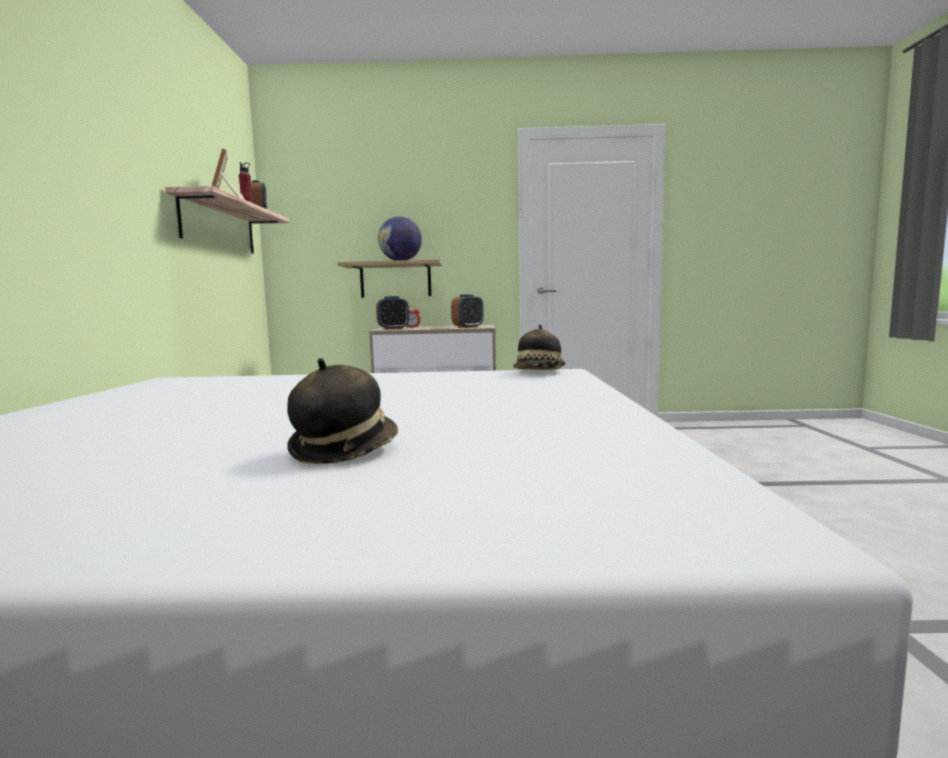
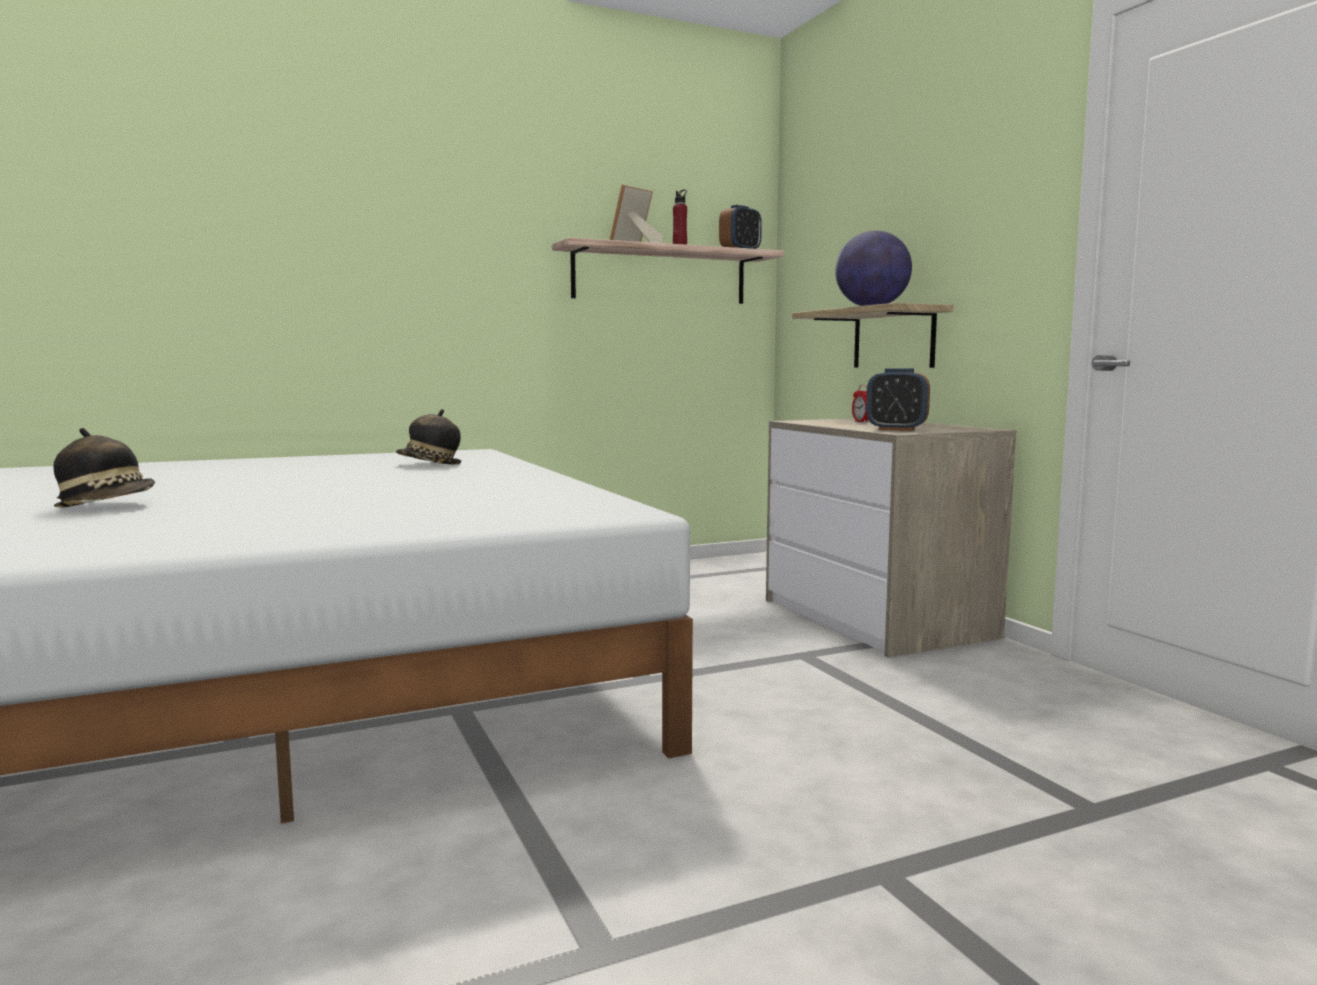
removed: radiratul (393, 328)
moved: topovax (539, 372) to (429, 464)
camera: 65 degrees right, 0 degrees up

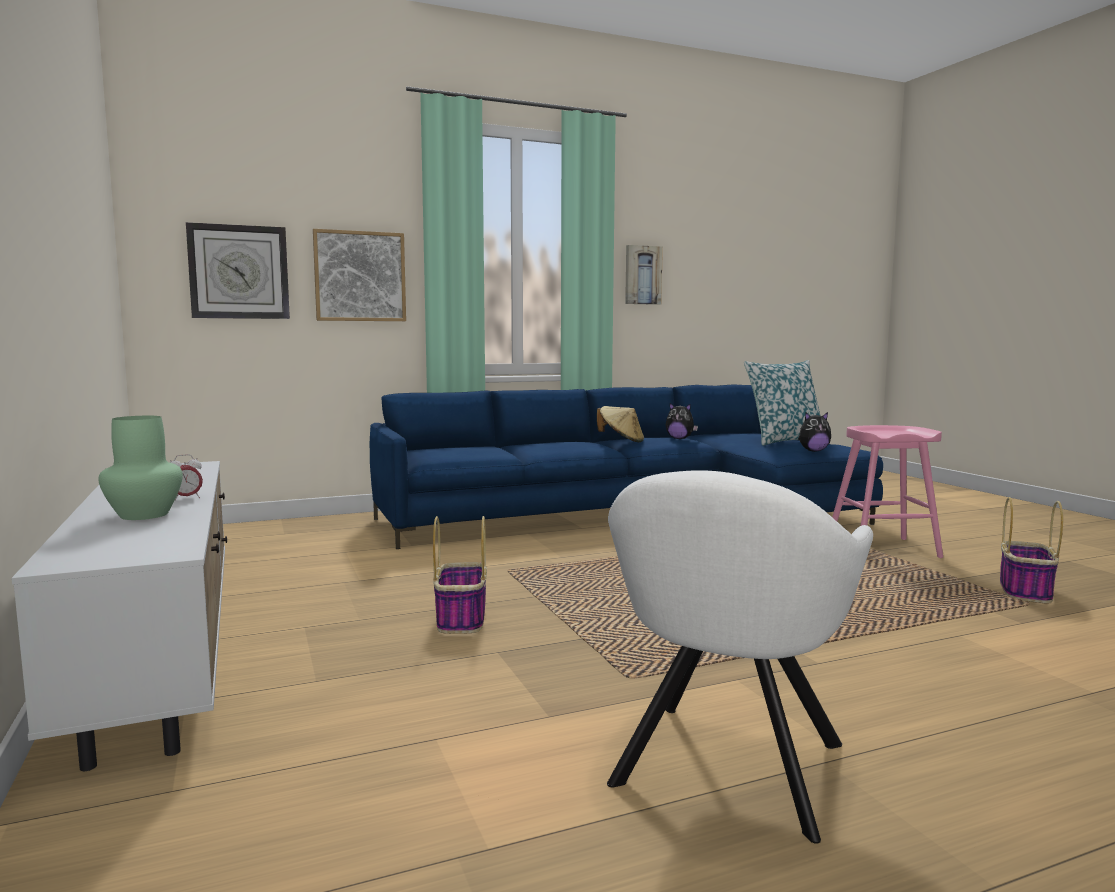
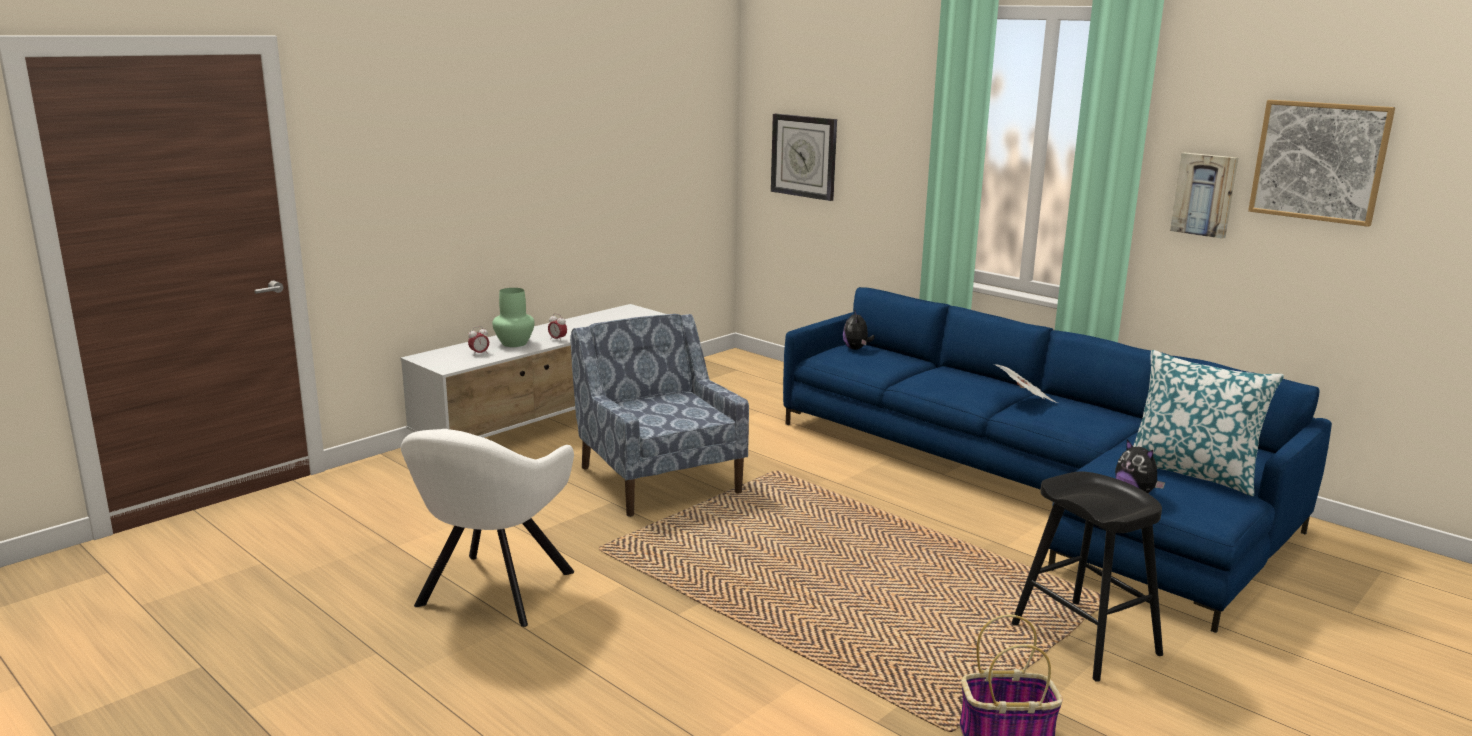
added: radiratul (479, 354)
moved: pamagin (360, 276) to (1319, 161); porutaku (679, 439) to (856, 349)
replaced: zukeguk (461, 618) to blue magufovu (659, 479); beige topovax (621, 440) to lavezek (1024, 399)
recoloured: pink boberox (882, 549) to black boberox (1084, 639)
turned: white magufovu (725, 771) = (491, 593) 75 degrees counterclockwise
camera: 65 degrees right, 10 degrees up

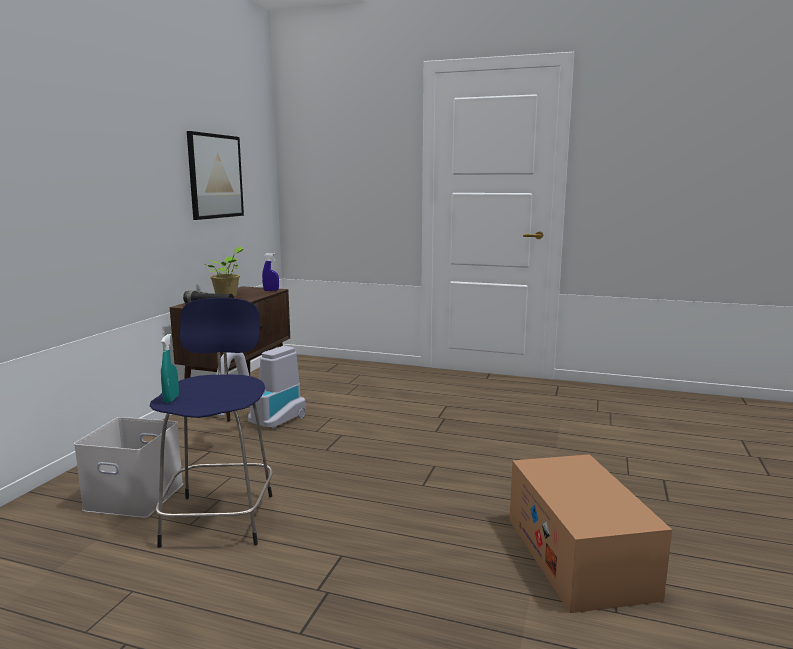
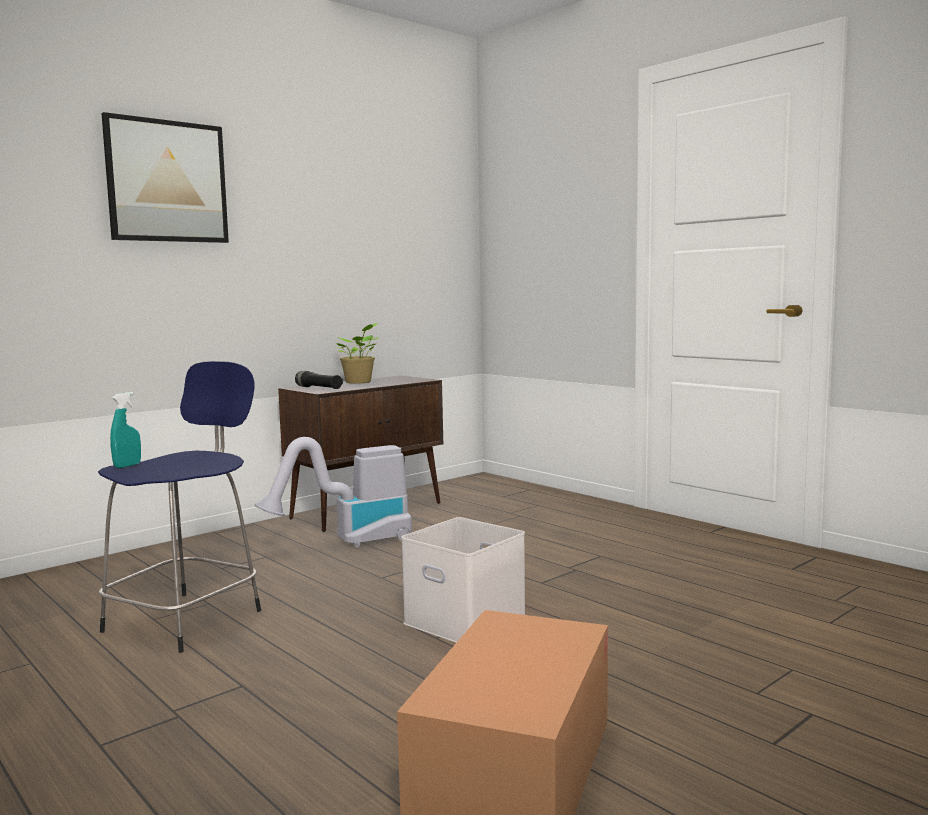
removed: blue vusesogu (271, 290)
moved: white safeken (137, 496) to (467, 620); pamagin (215, 176) to (167, 181)
camera: 30 degrees right, 5 degrees down

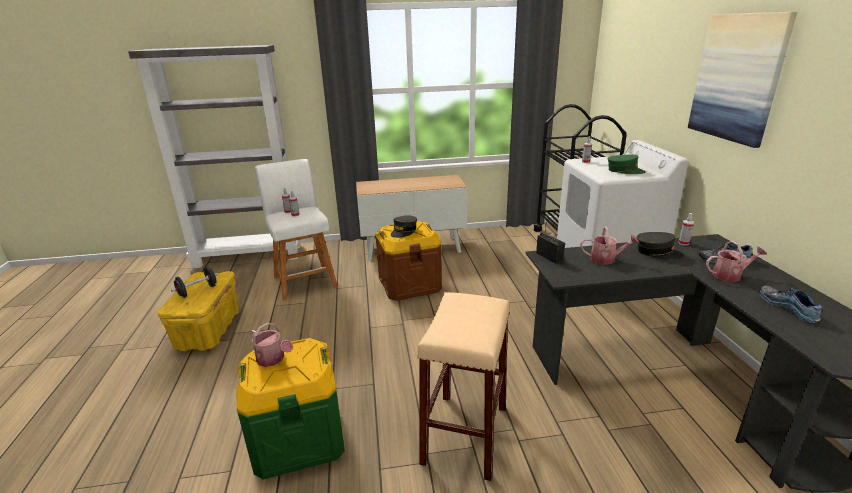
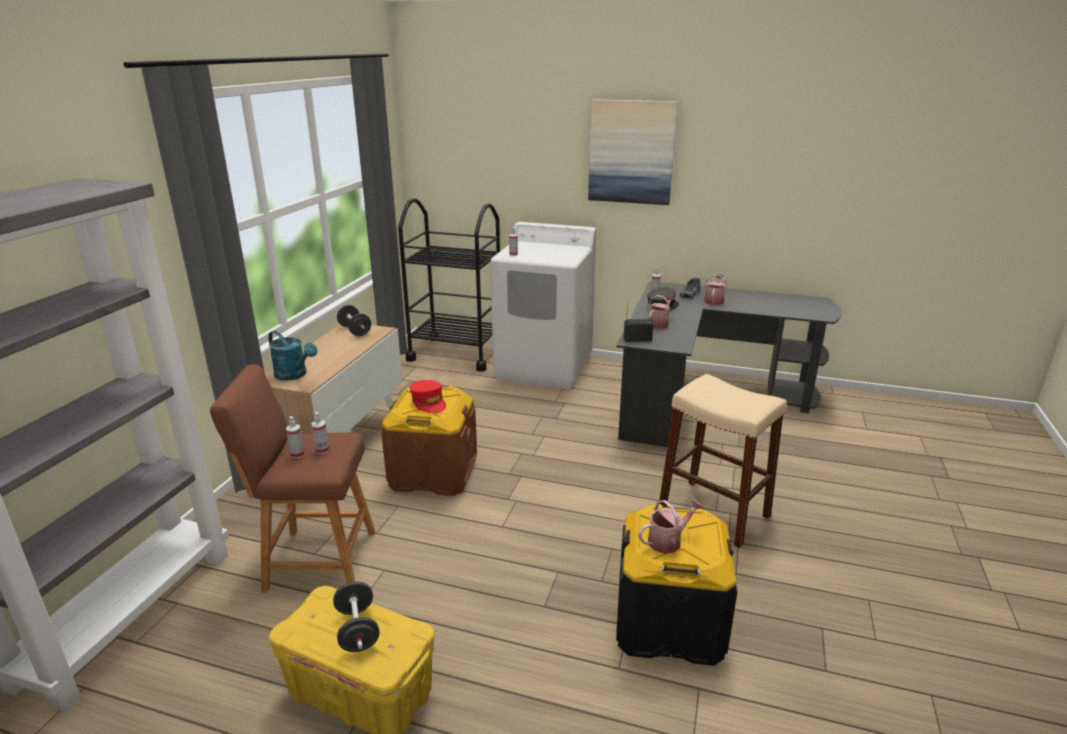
removed: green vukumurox (624, 171); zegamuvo (788, 307)
added: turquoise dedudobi (294, 375); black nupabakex (355, 331)
recoloured: green safeken (298, 437) to black safeken (669, 622); white boberox (304, 280) to brown boberox (315, 560); grey vukumurox (404, 231) to red vukumurox (429, 403)
camera: 65 degrees left, 0 degrees up

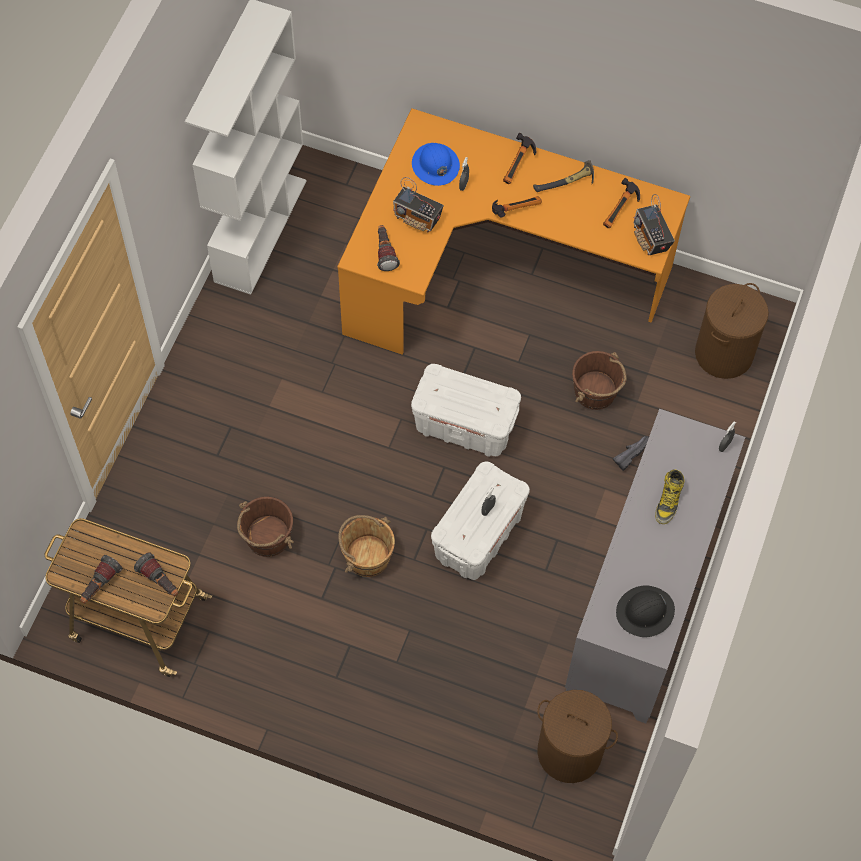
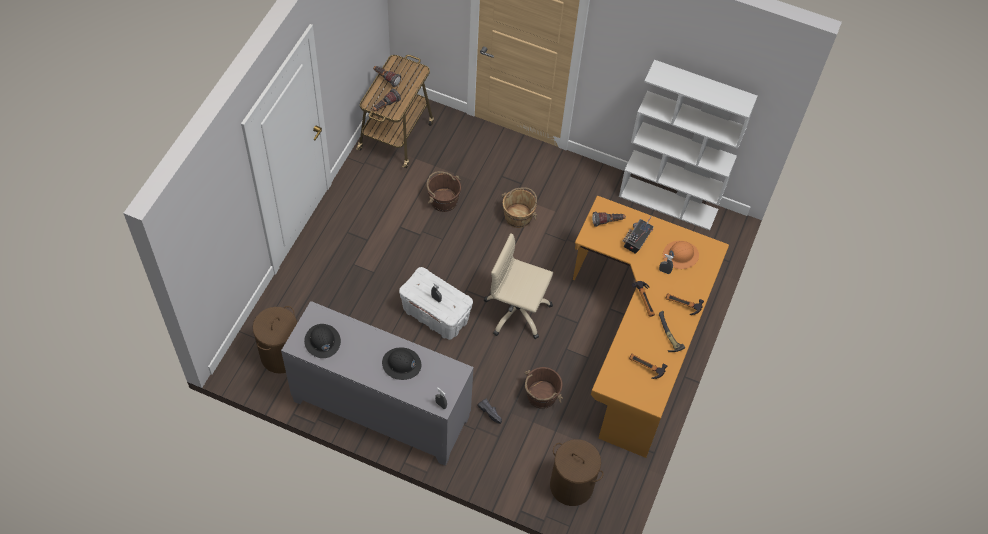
removed: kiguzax (651, 239)
moved: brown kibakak (367, 556) to (518, 216)
replaced: white safeken (463, 426) to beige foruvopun (517, 312); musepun (668, 501) to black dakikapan (401, 364)
recoloured: blue dakikapan (435, 165) to orange dakikapan (680, 255)
camera: 90 degrees right, 5 degrees down

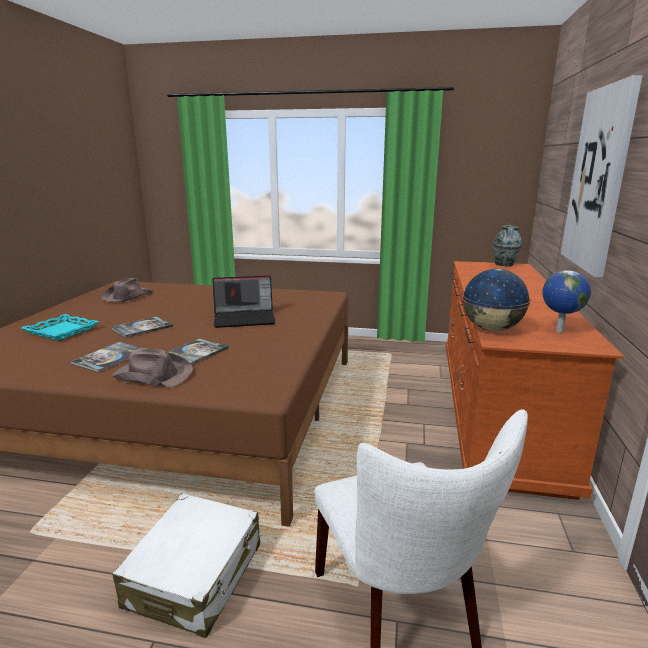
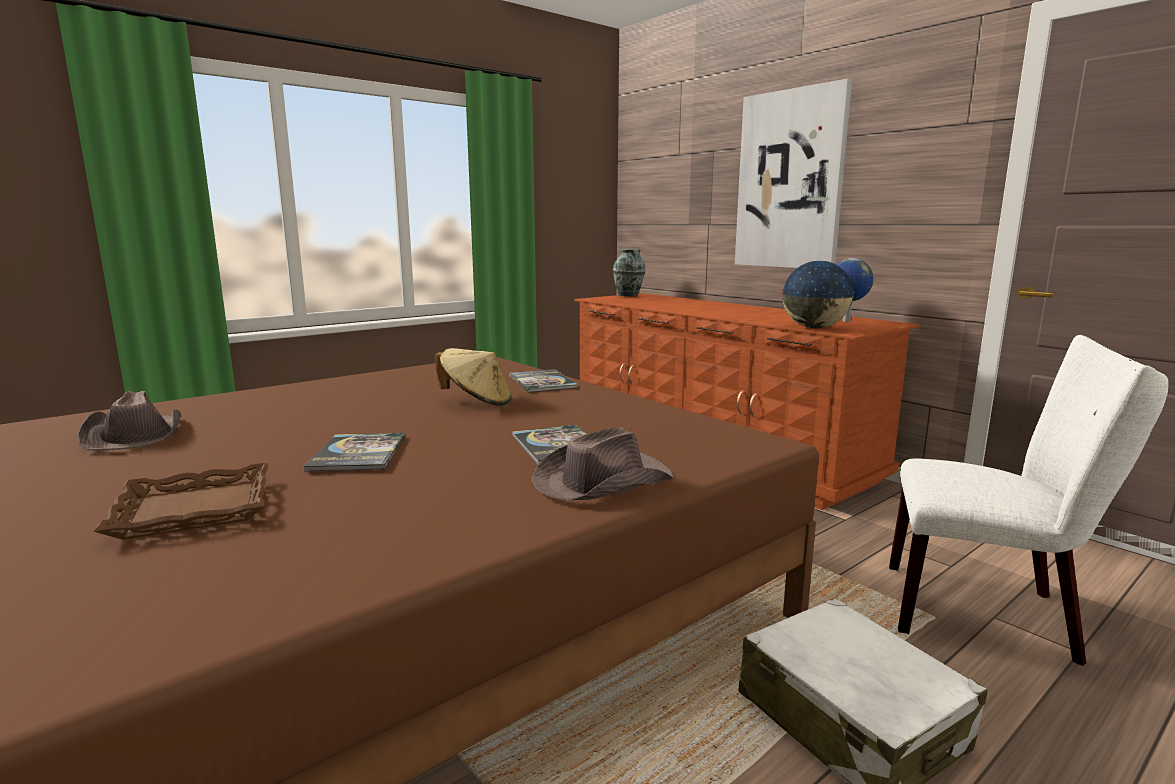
moved: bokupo (110, 357) to (542, 382)
replaced: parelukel (245, 318) to beige topovax (477, 402)
recoloured: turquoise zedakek (62, 331) to brown zedakek (194, 509)
camera: 50 degrees left, 5 degrees down

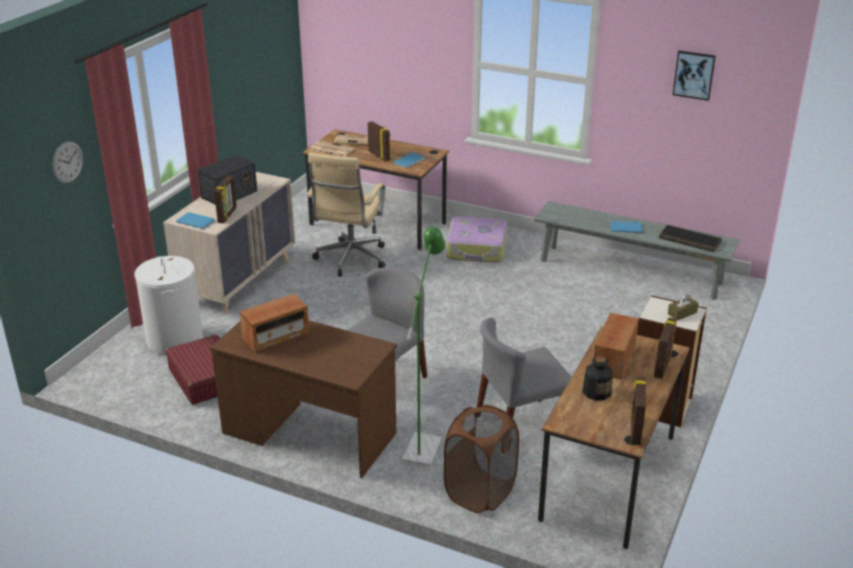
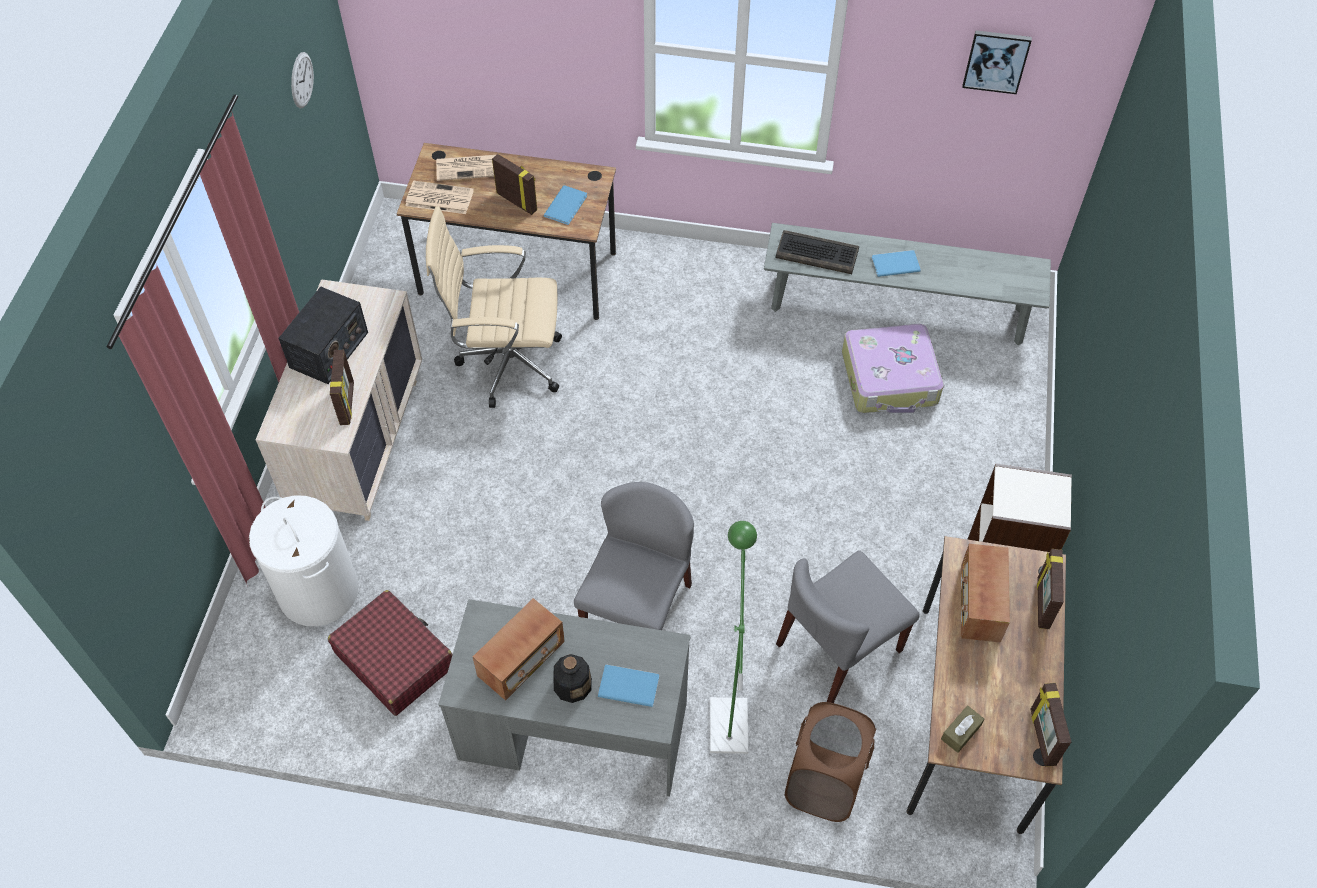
moved: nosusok (67, 162) to (301, 80); blue bokupo (195, 221) to (627, 684); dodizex (477, 249) to (890, 378); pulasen (596, 392) to (572, 684); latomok (690, 240) to (818, 253); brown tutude (682, 313) to (961, 732)
recoloured: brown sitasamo (309, 433) to grey sitasamo (573, 731)
turned: beige foruvopun (350, 260) = (506, 364) 90 degrees clockwise
camera: 15 degrees left, 25 degrees up

